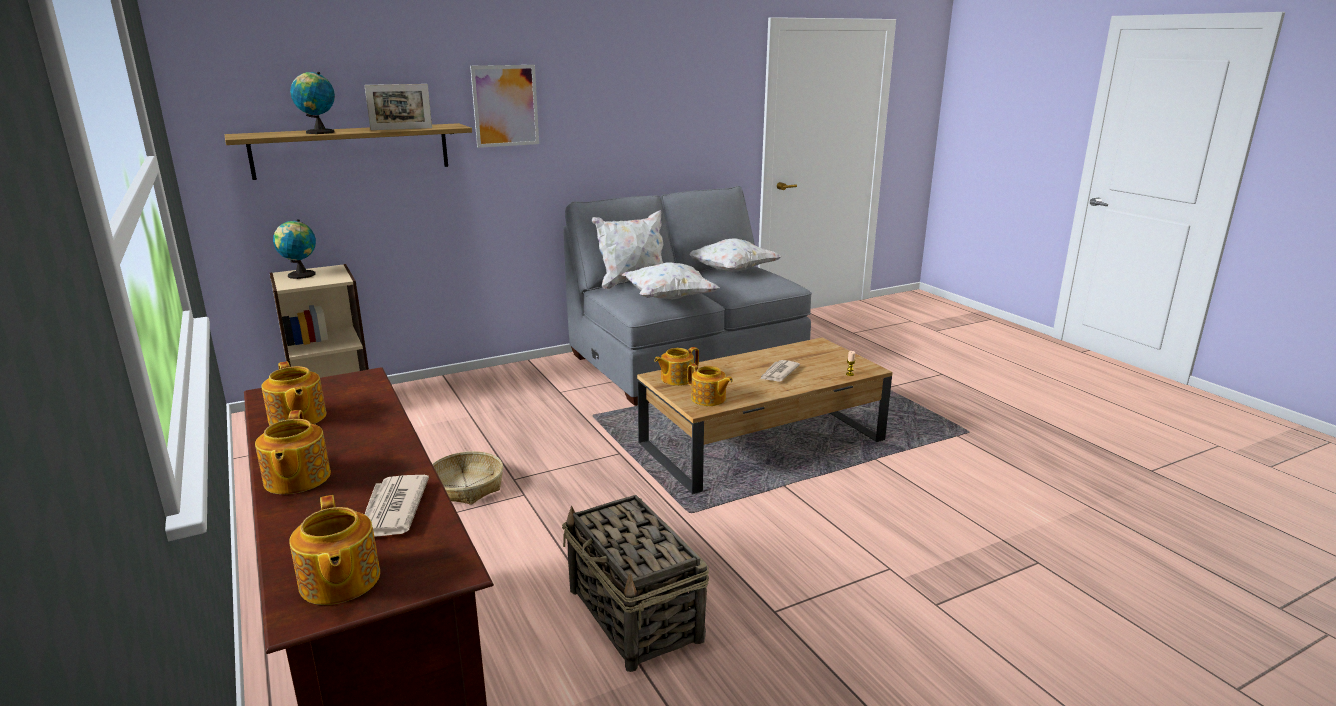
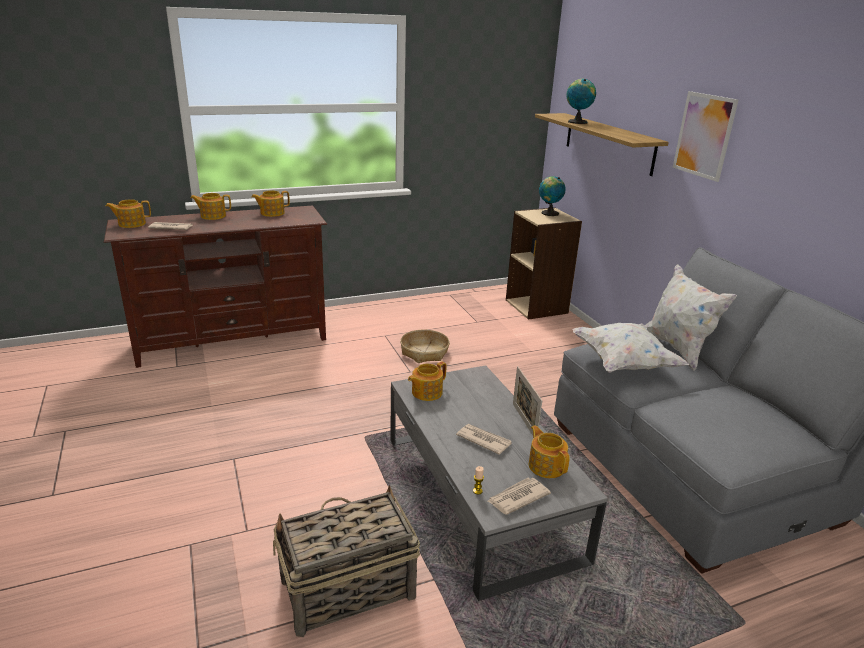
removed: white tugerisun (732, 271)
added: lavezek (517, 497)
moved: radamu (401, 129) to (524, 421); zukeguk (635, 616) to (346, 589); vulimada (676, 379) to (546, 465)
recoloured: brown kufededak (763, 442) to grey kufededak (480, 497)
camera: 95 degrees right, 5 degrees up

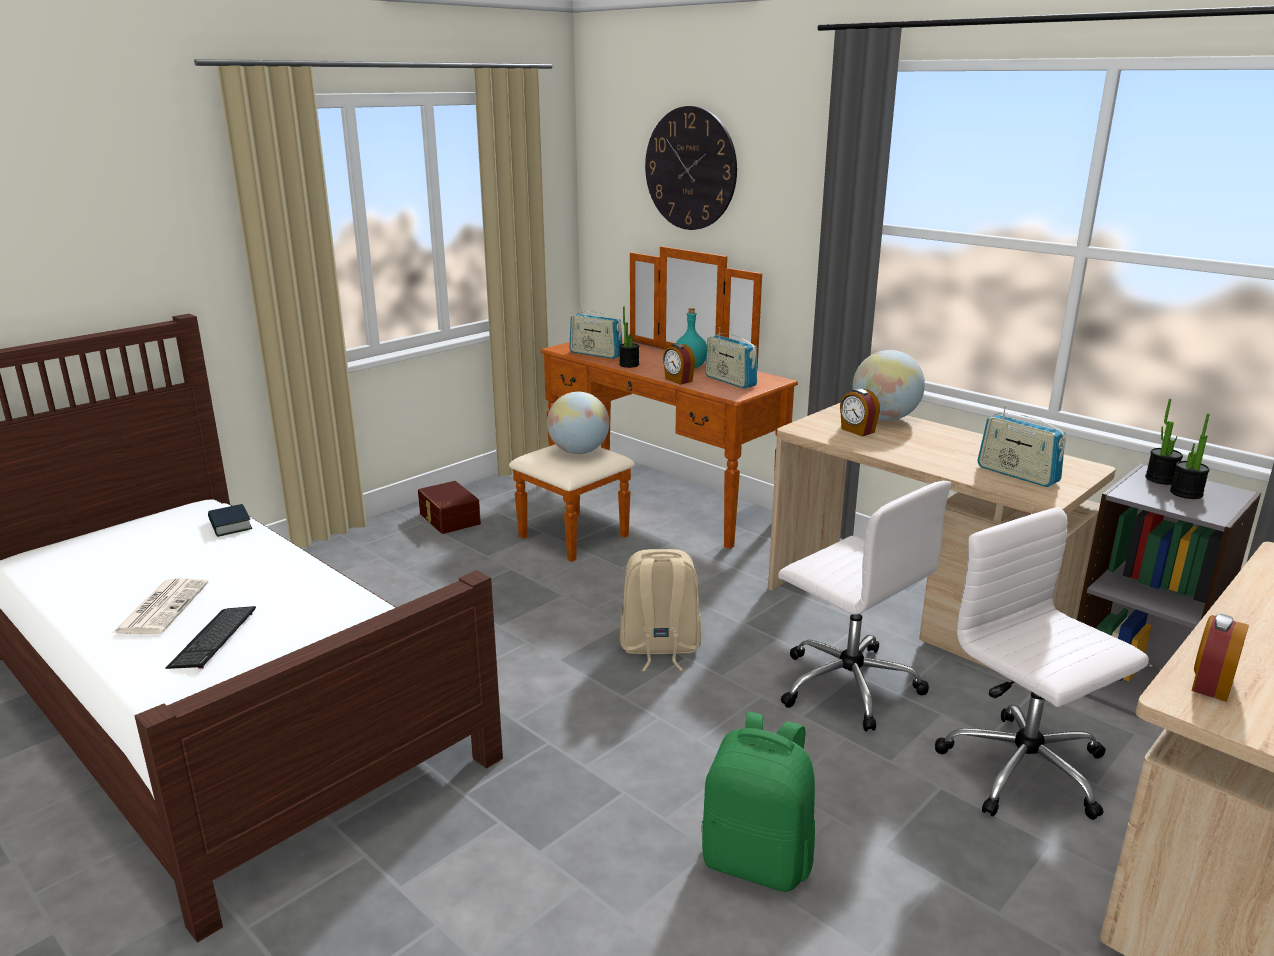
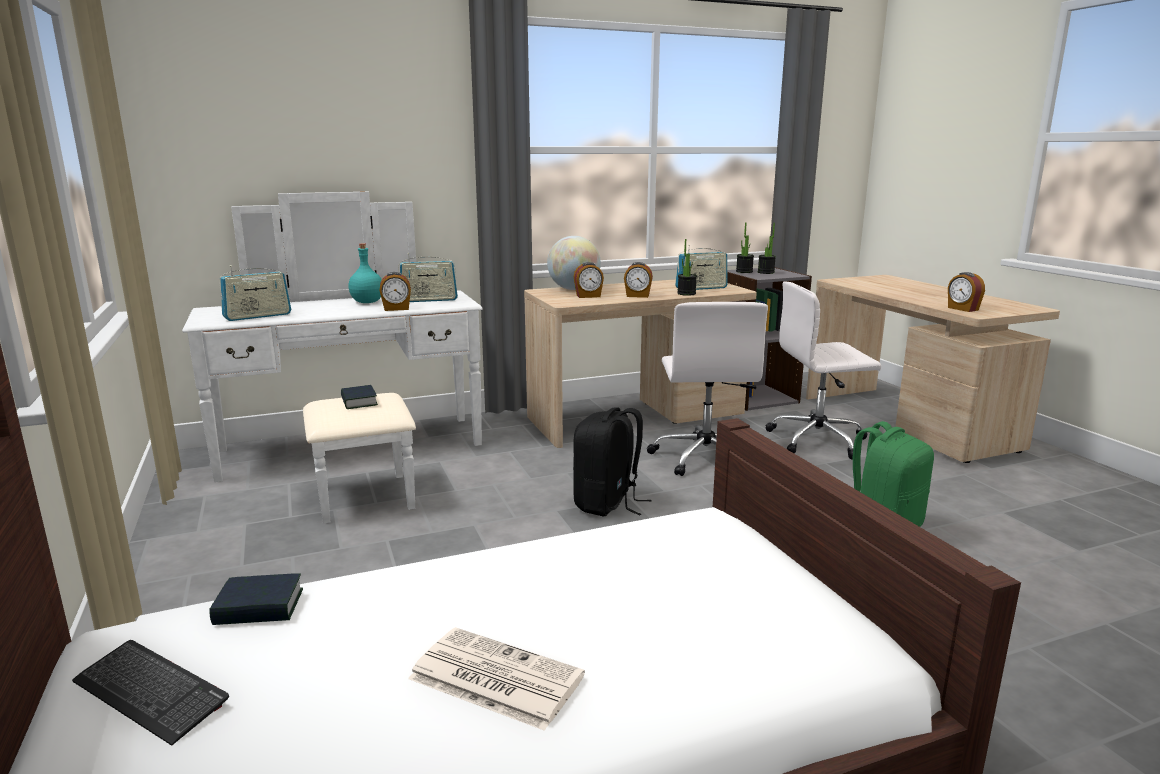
removed: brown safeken (448, 519); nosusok (690, 169)
added: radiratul (637, 296)
moved: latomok (213, 639) to (150, 693); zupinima (629, 365) to (686, 293)
replaced: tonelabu (579, 452) to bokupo (359, 402)
recoloured: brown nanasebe (642, 507) to white nanasebe (355, 457); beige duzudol (659, 649) to black duzudol (607, 504)
turned: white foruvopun (847, 684) = (705, 457) 105 degrees clockwise
camera: 65 degrees left, 5 degrees down

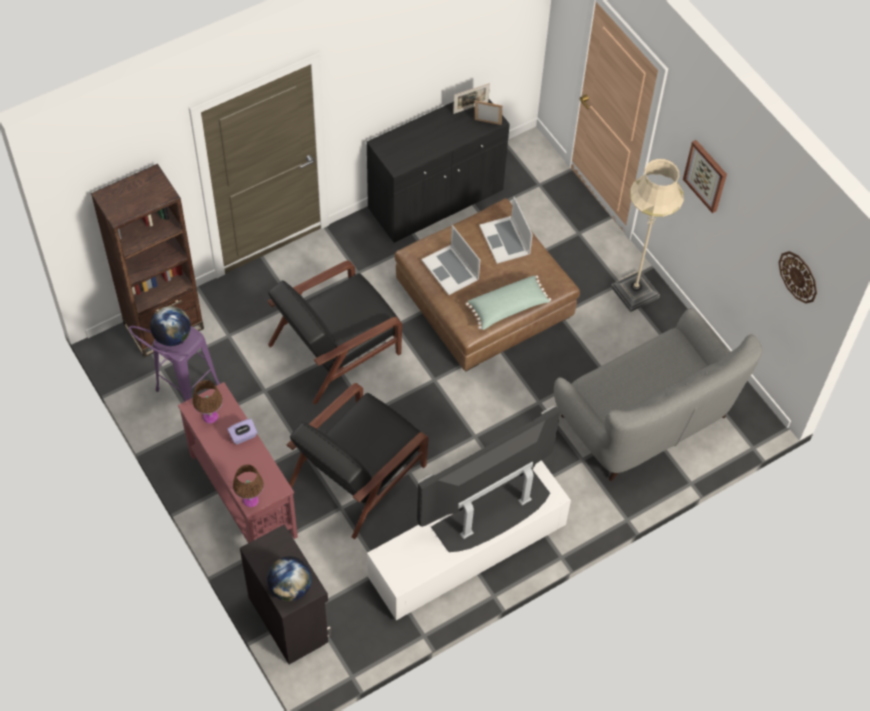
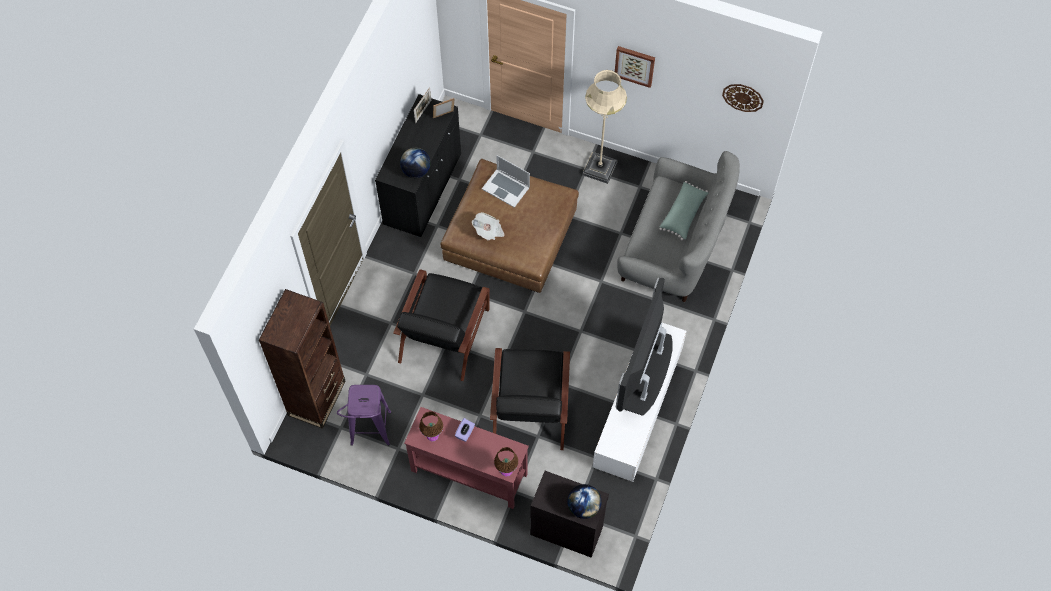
moved: tonelabu (172, 337) to (416, 171); green tugerisun (508, 308) to (683, 214)
replaced: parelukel (450, 269) to lavezek (488, 231)
camera: 35 degrees left, 5 degrees up

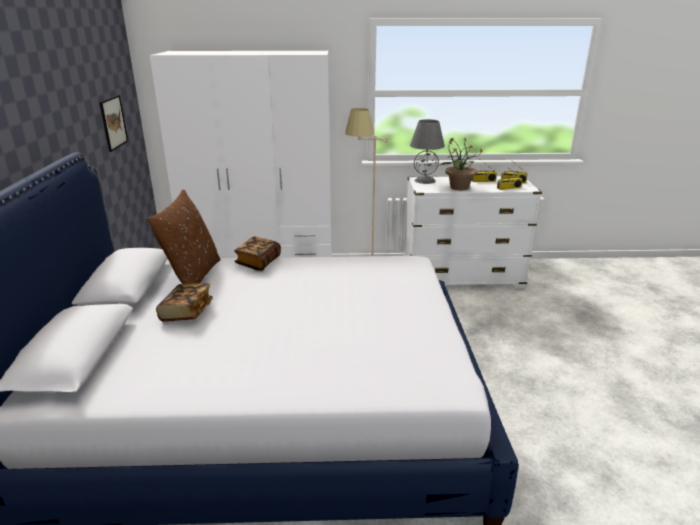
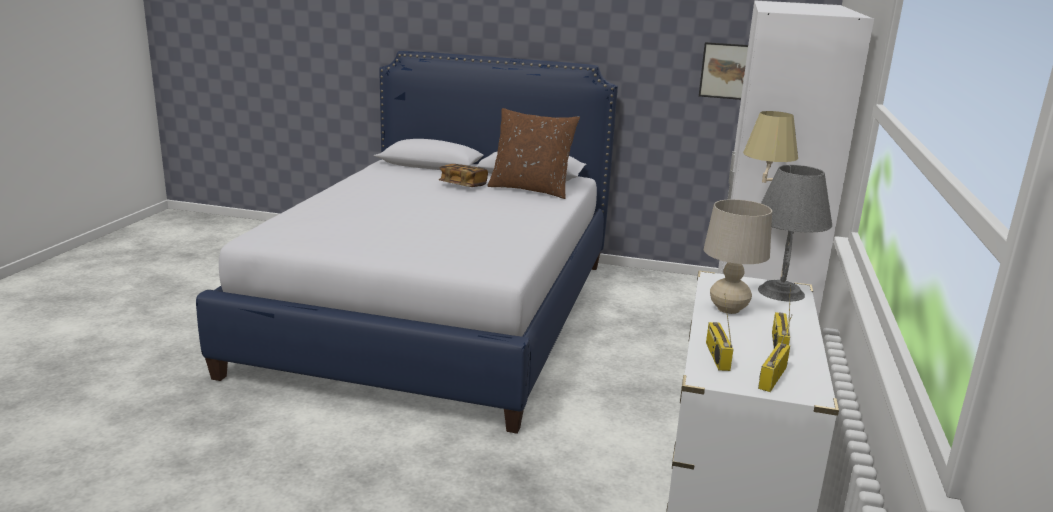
removed: bokupo (258, 262)
replaced: zupinima (458, 187) to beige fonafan (728, 309)
camera: 105 degrees right, 5 degrees down

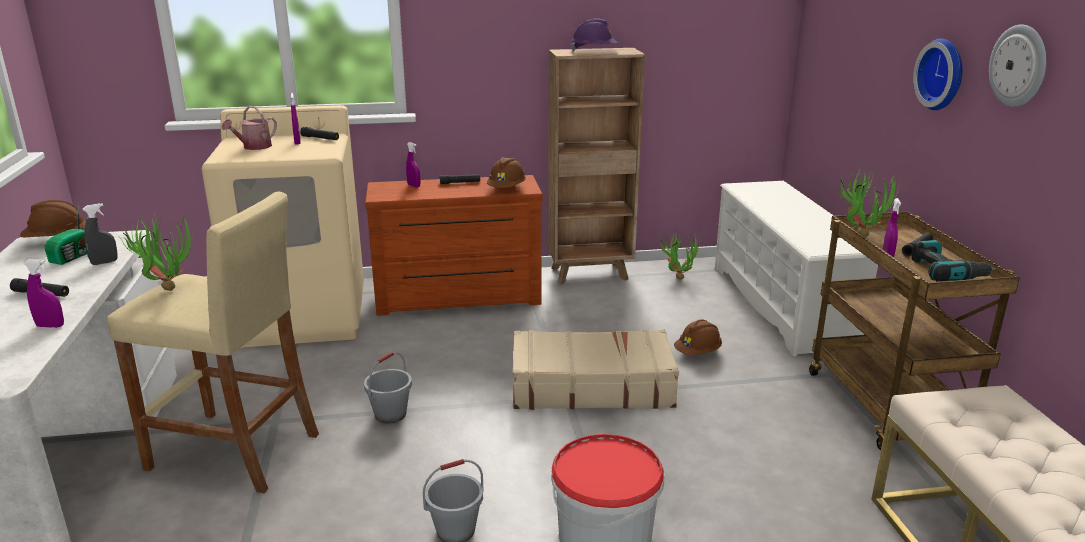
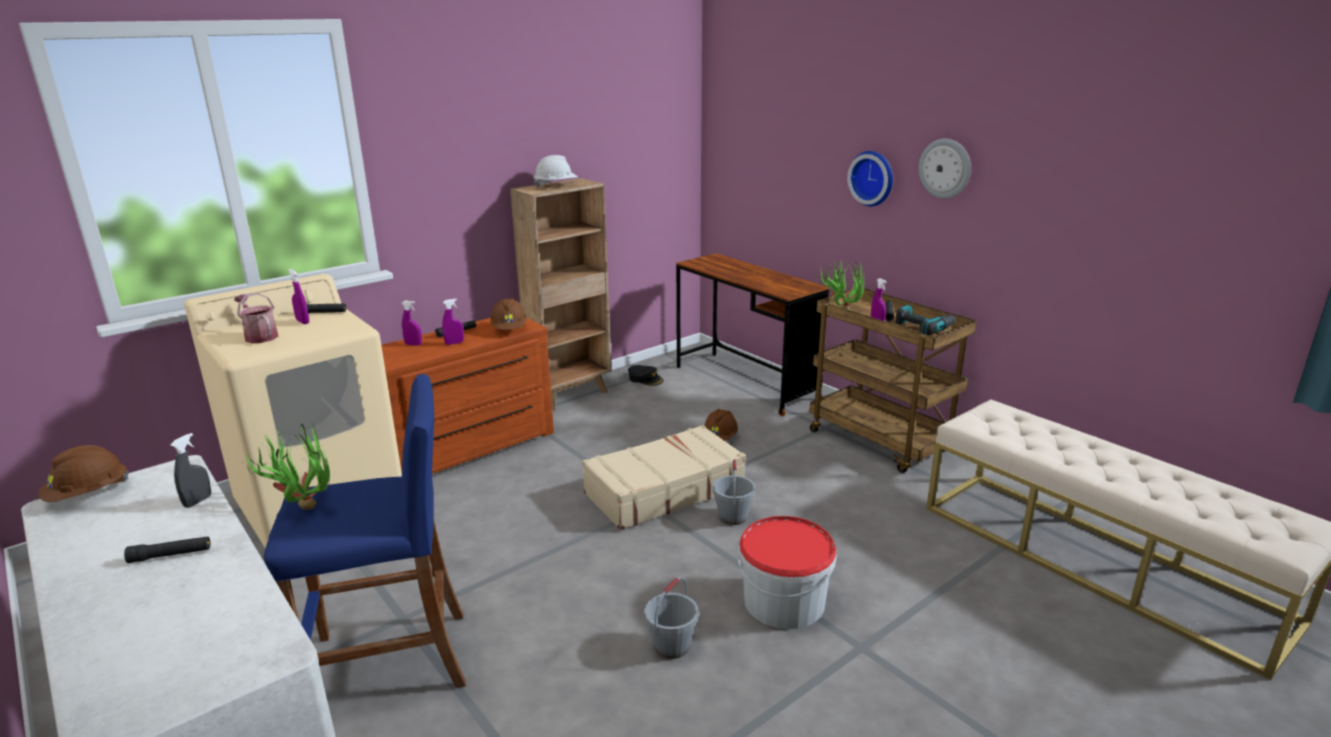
removed: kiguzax (76, 256)
moved: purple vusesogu (50, 326) to (454, 343); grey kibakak (390, 414) to (732, 517)
replaced: zupinima (677, 276) to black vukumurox (645, 379); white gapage (782, 305) to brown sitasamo (745, 383)
recoloured: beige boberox (234, 452) to blue boberox (391, 661); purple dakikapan (594, 51) to white dakikapan (556, 186)
turned: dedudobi (254, 147) = (259, 336) 135 degrees clockwise
camera: 30 degrees left, 0 degrees up

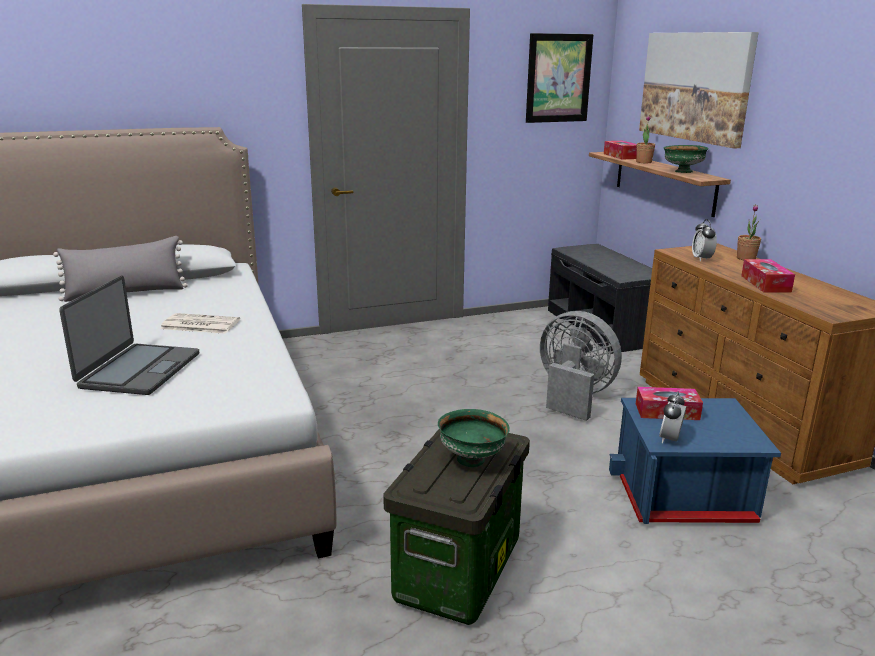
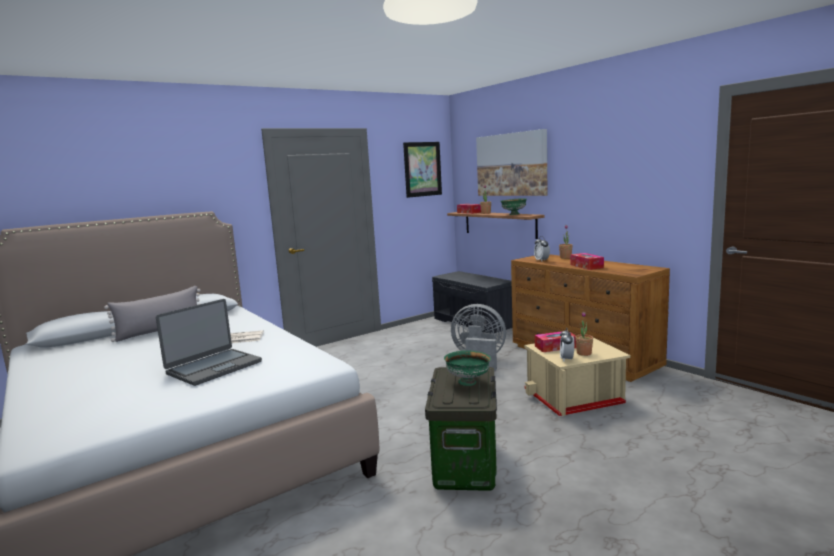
added: zupinima (584, 353)
recoloured: blue safeken (684, 494) to beige safeken (575, 398)
turned: parelukel (139, 370) = (213, 367) 45 degrees clockwise
camera: 15 degrees left, 10 degrees down

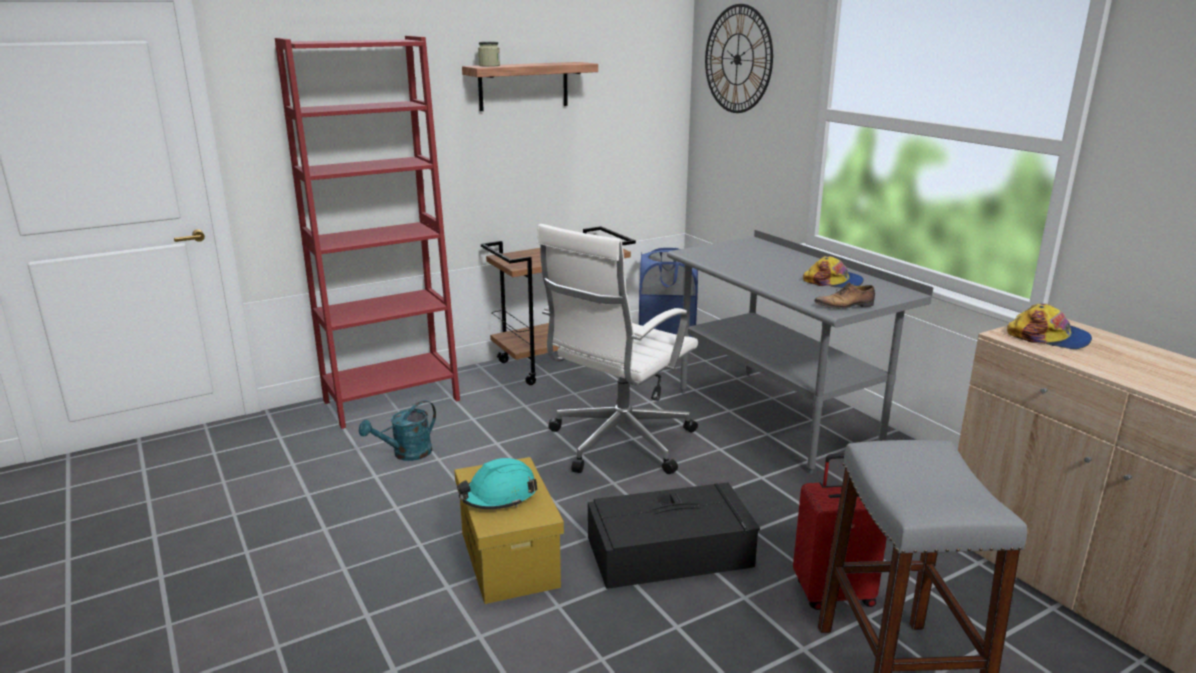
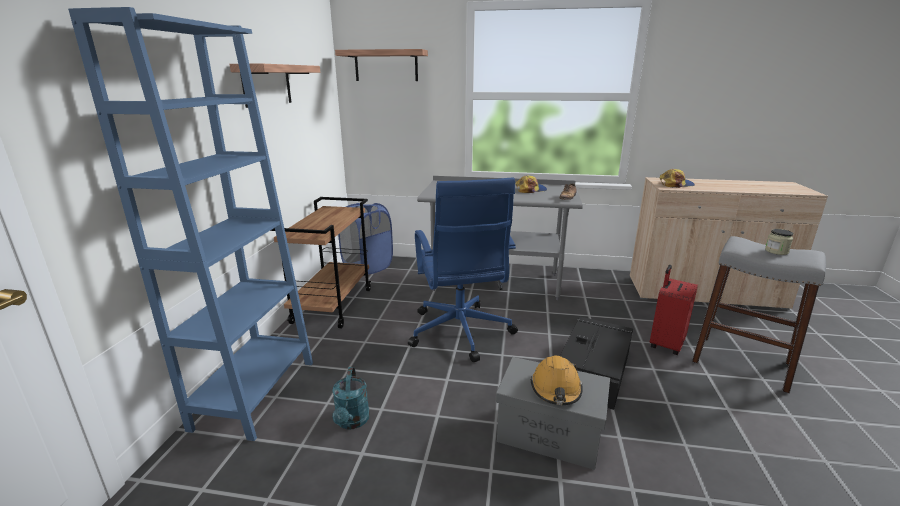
moved: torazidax (489, 65) to (776, 251)
replaced: nosusok (737, 59) to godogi (386, 66)
recoloured: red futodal (391, 400) to blue futodal (255, 393); yellow safeken (510, 559) to grey safeken (550, 434); turquoise dakikapan (499, 496) to orange dakikapan (556, 389); white foruvopun (618, 443) to blue foruvopun (460, 333)
camera: 50 degrees left, 0 degrees up

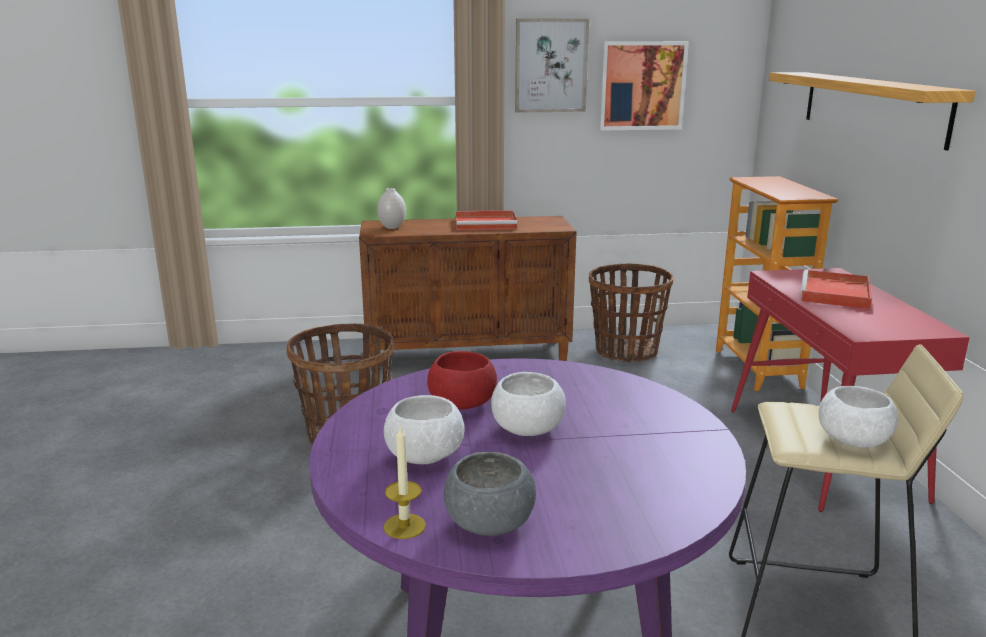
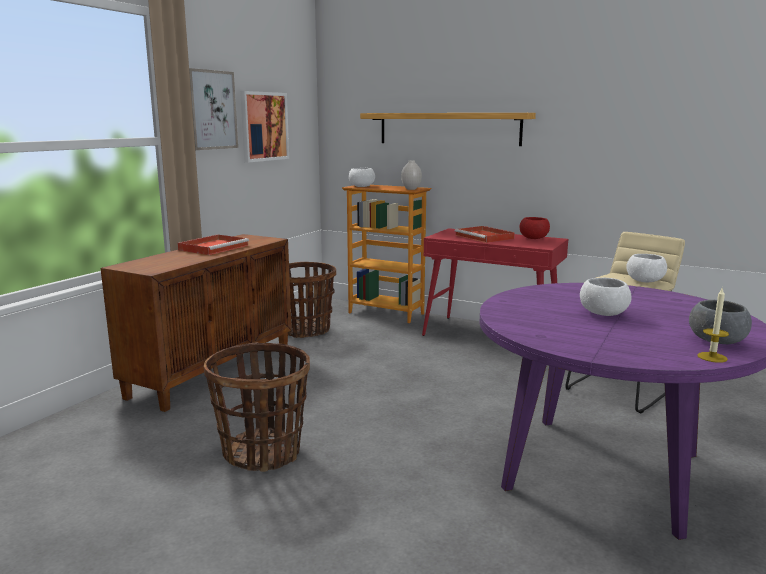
moved: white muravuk (392, 227) to (411, 189); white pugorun (425, 455) to (361, 186); red pugorun (462, 404) to (534, 238)
camera: 55 degrees left, 5 degrees down

